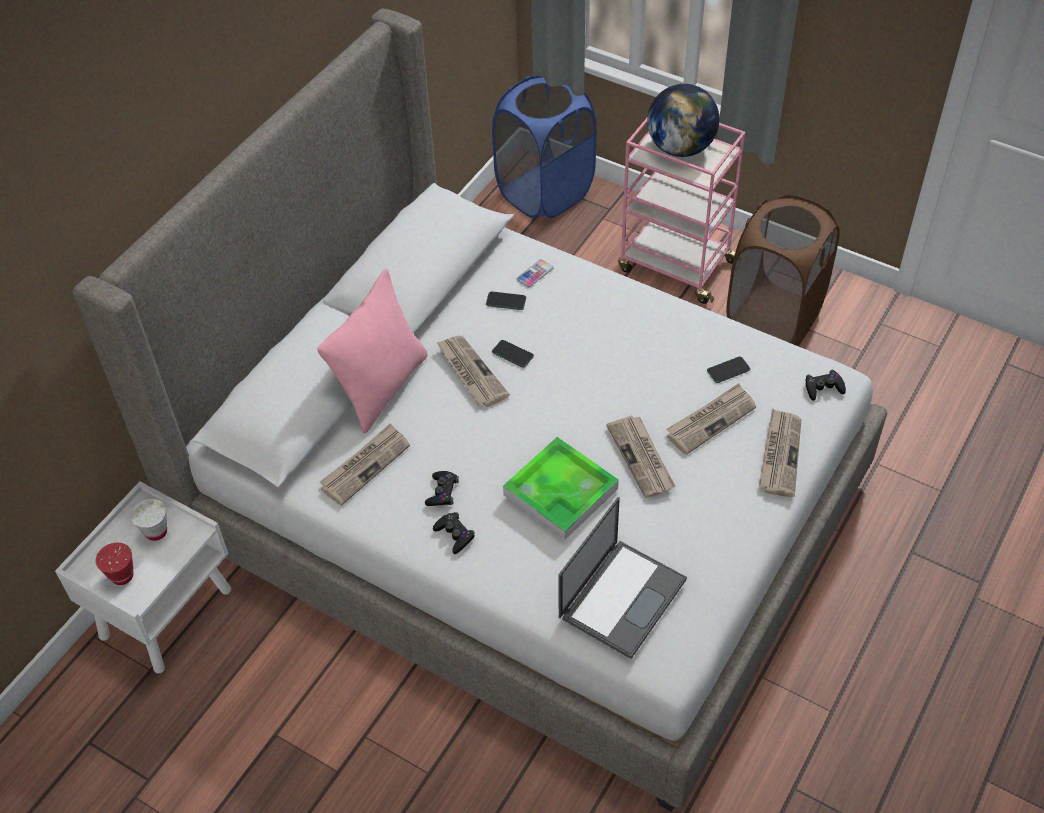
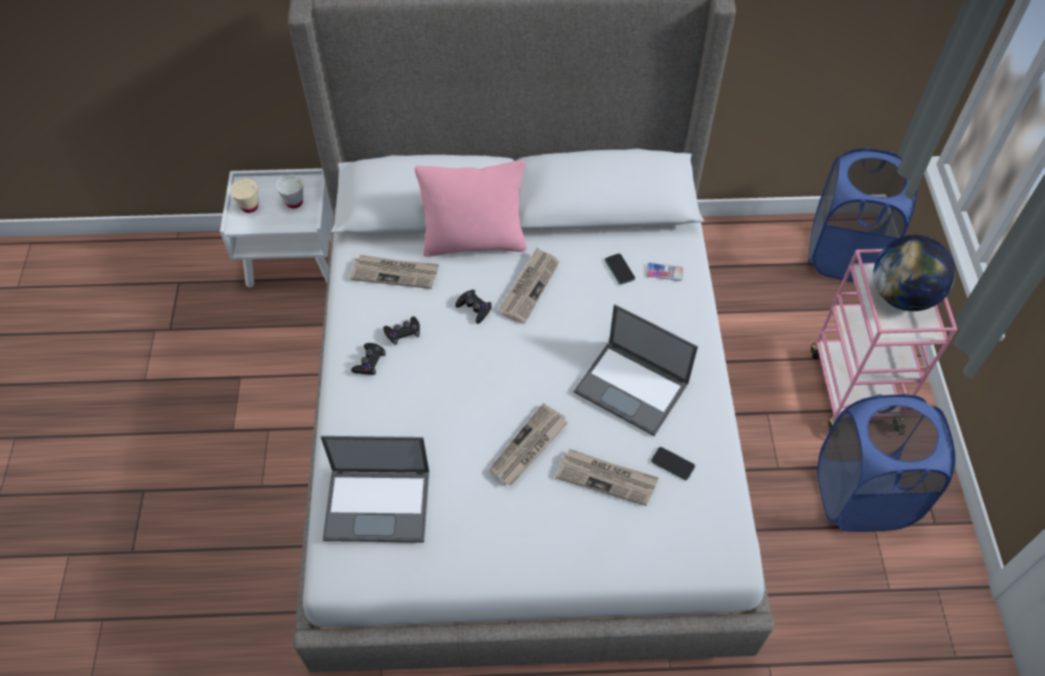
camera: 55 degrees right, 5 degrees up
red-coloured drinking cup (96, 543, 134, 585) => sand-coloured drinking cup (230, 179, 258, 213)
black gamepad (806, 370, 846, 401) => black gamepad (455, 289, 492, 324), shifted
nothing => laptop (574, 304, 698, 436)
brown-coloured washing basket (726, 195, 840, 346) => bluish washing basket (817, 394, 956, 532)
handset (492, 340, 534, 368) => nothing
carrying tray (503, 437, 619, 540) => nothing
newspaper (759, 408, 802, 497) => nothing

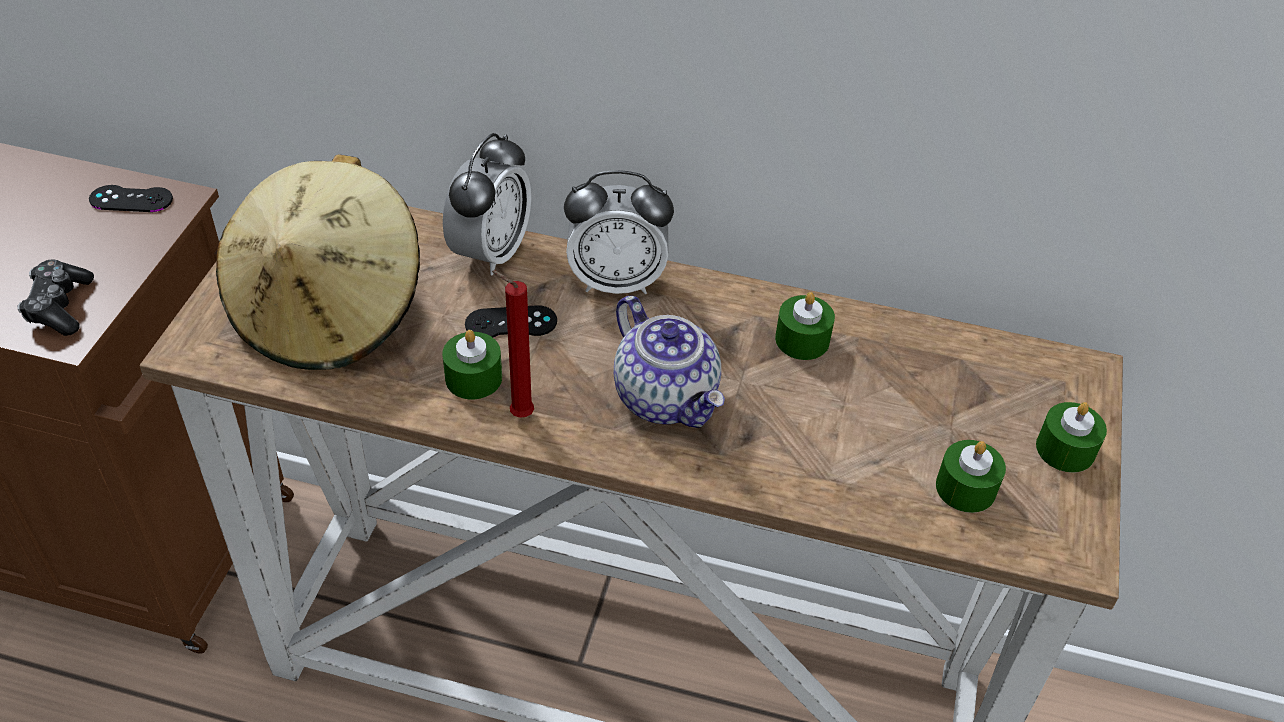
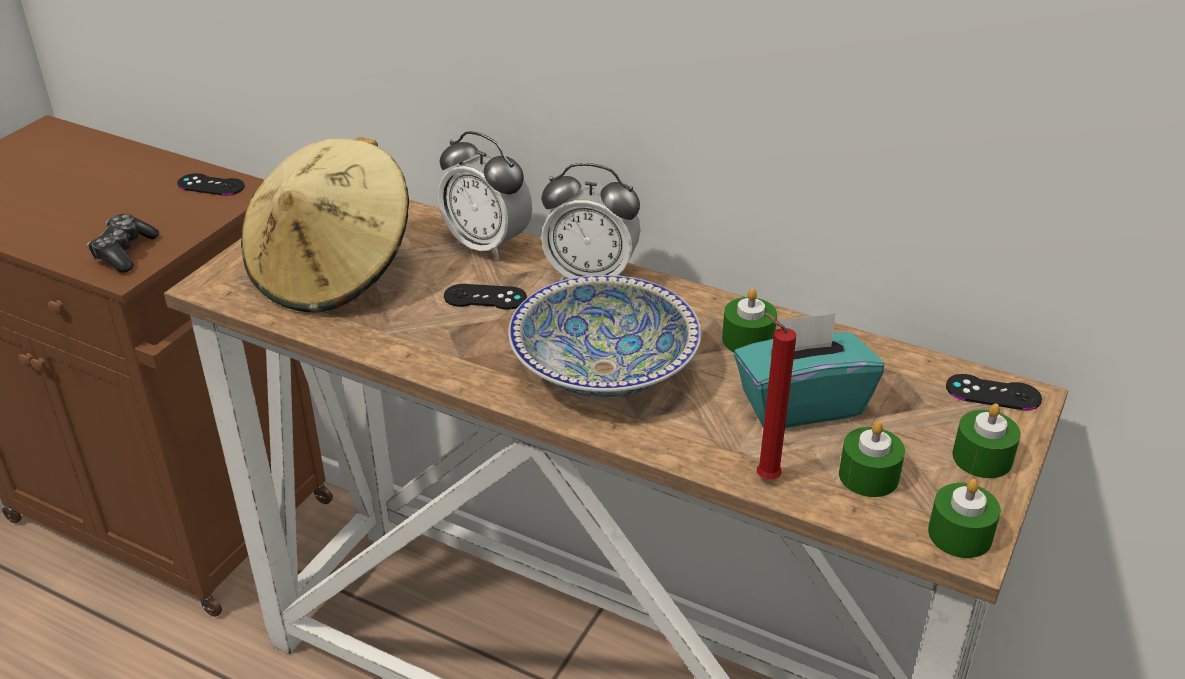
camera: 15 degrees right, 10 degrees down
table clock (443, 133, 531, 275) => table clock (438, 131, 532, 260), 90 degrees clockwise
tea pot (614, 296, 725, 428) => deep dish (508, 275, 701, 398)
nothing => turquoise tissue holder (734, 313, 884, 428)
red-coloured wax candle (492, 271, 534, 418) => red-coloured wax candle (757, 312, 796, 479), shifted
green wax candle (442, 330, 502, 399) => green wax candle (928, 479, 1001, 558), shifted
nothing => black gamepad (946, 374, 1042, 410)

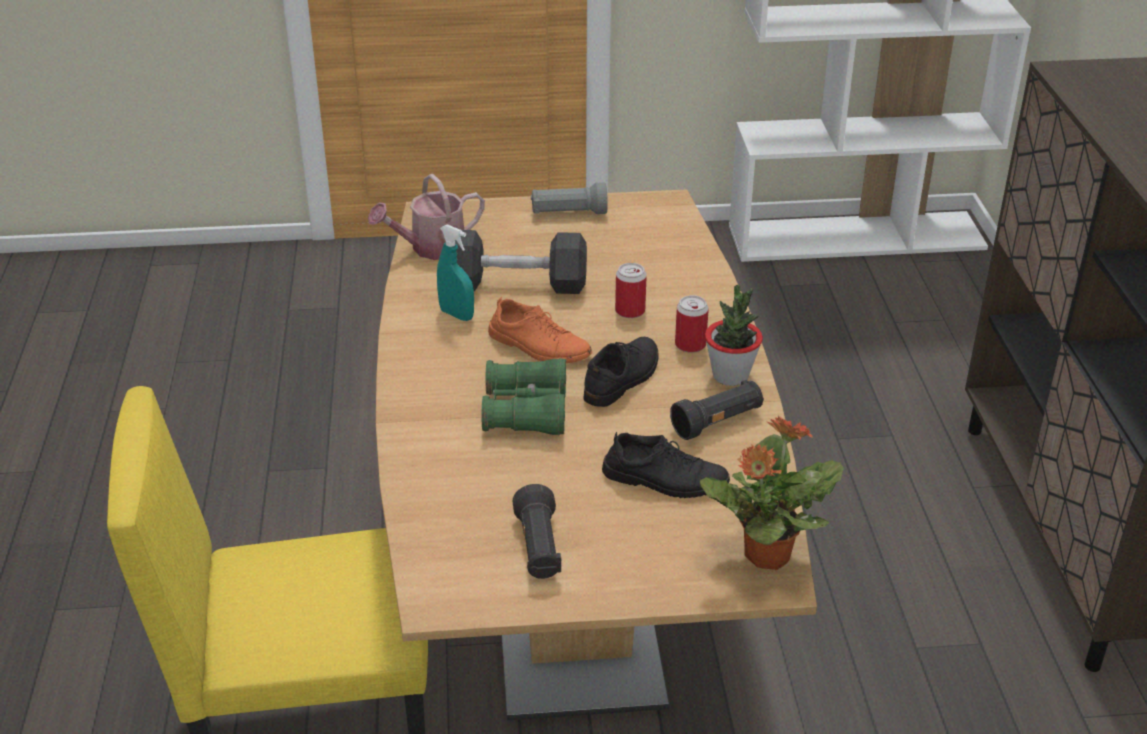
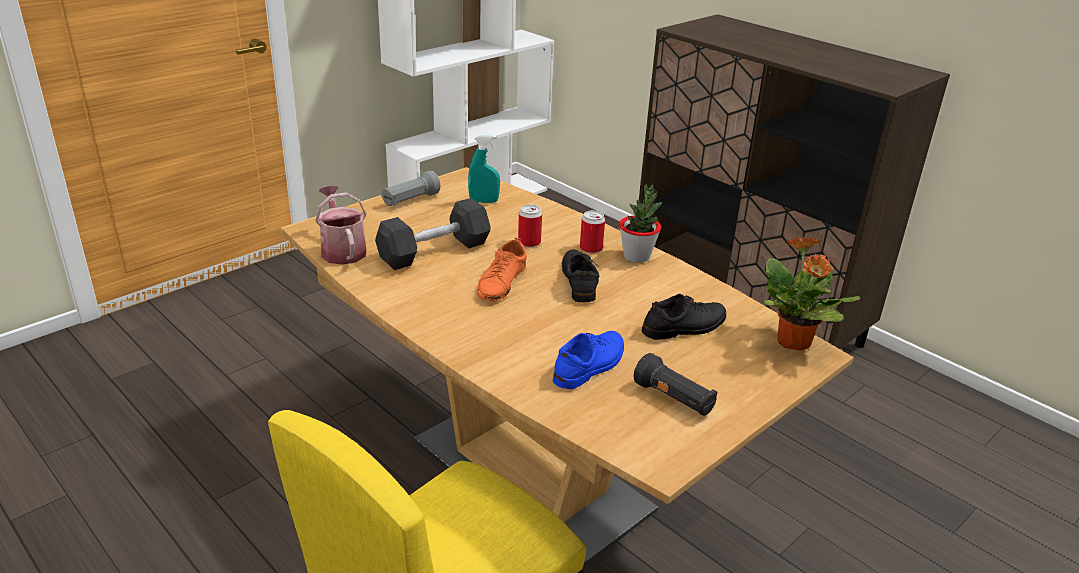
camera: 40 degrees left, 5 degrees down
watering pot (368, 174, 485, 260) => watering pot (315, 185, 367, 265), 135 degrees clockwise
turquoise sprayer (437, 224, 474, 321) => turquoise sprayer (468, 134, 500, 203), shifted
orangey item of footwear (488, 297, 592, 363) => orangey item of footwear (477, 237, 527, 301), 120 degrees clockwise
nothing => bluish item of footwear (553, 331, 624, 389)
green field glasses (482, 358, 566, 435) => nothing
black hand torch (670, 380, 764, 440) => nothing

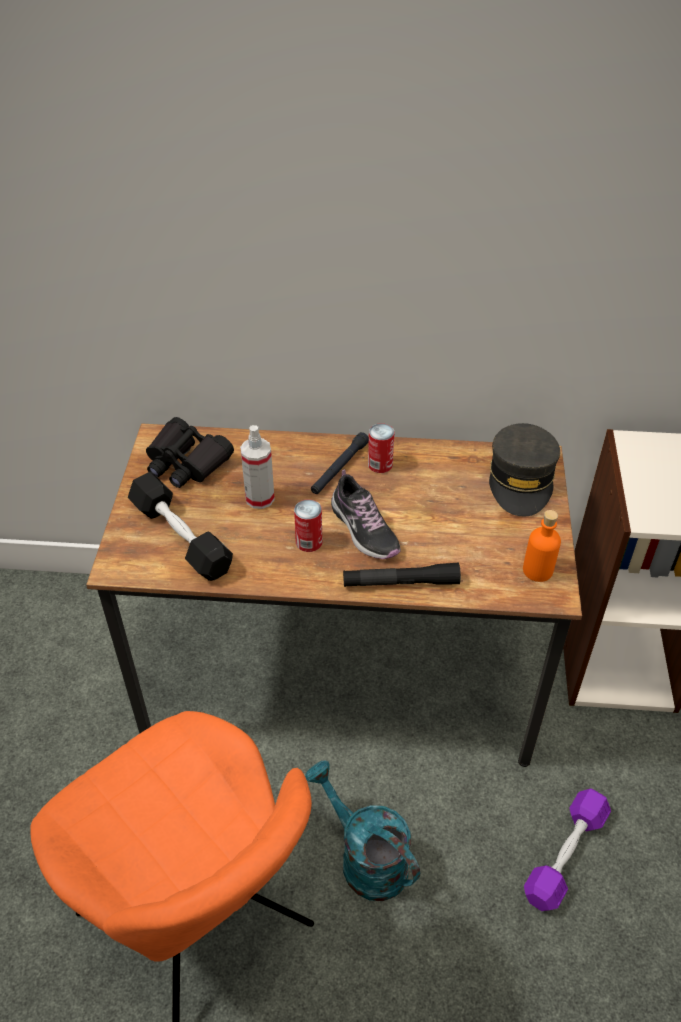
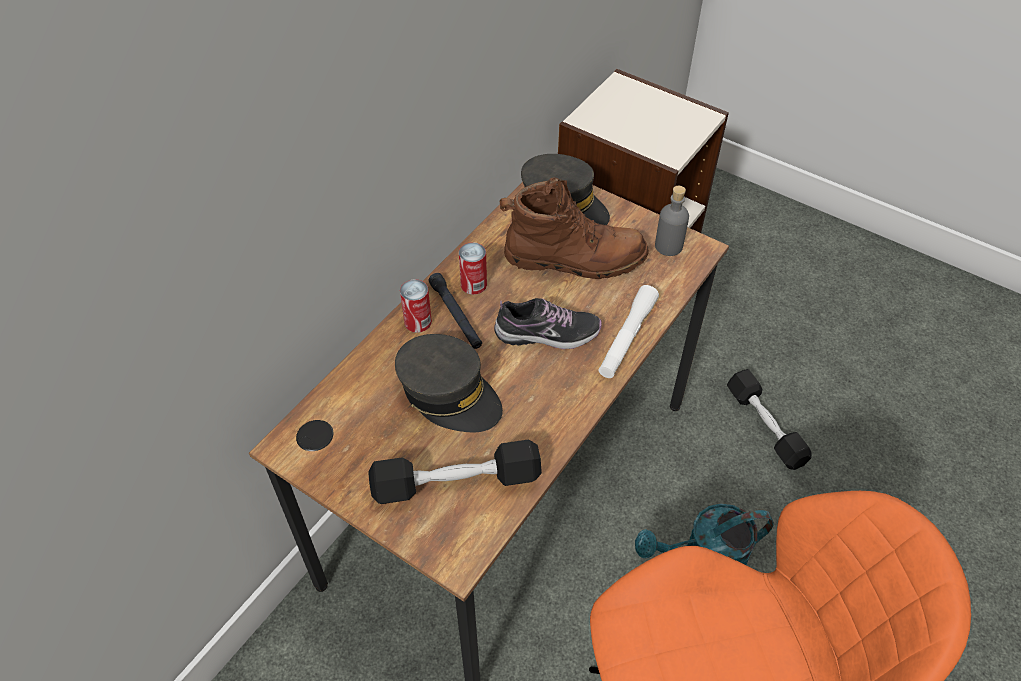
camera: 60 degrees left, 5 degrees up
sprayer (240, 425, 275, 509) => gray baseball cap (395, 334, 503, 433)
sealed can (294, 499, 322, 552) => sealed can (400, 279, 432, 333), shifted
nothing => brown-coloured tall boot (500, 177, 649, 279)
black hand torch (343, 563, 461, 587) => white-coloured hand torch (598, 285, 659, 378)
orangey bottle (523, 510, 561, 582) => gray bottle (655, 186, 689, 256)
purple-coloured hand weight (524, 788, 611, 911) => black hand weight (727, 369, 812, 470)
black field glasses (146, 417, 234, 488) => nothing

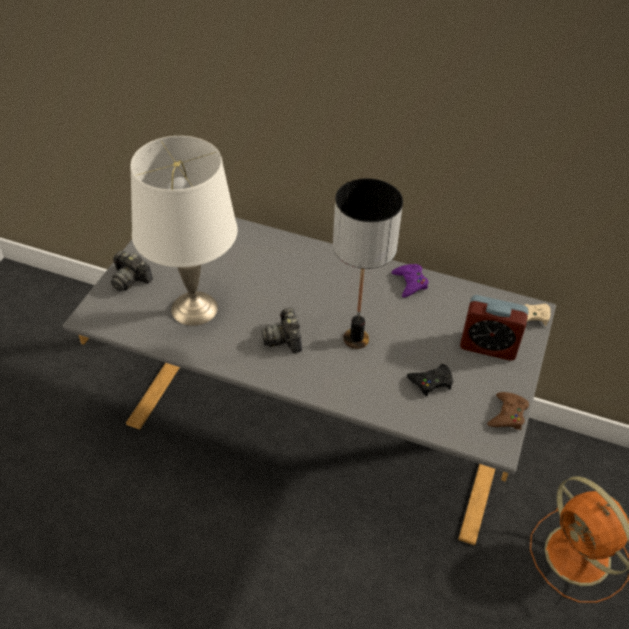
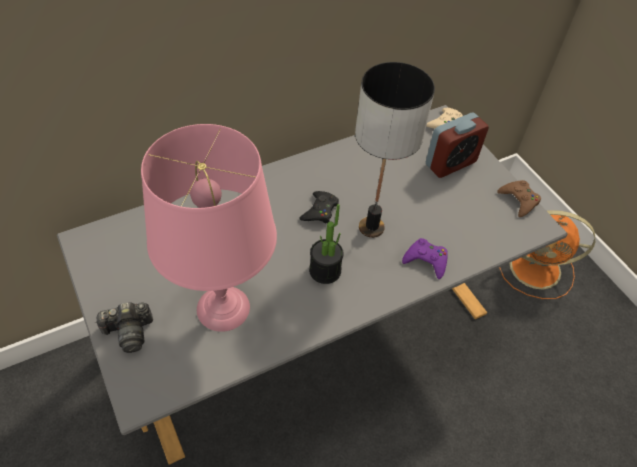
camera: 50 degrees left, 5 degrees up
white-coloured tabletop lamp (130, 136, 238, 326) => pinkish tabletop lamp (141, 124, 277, 332)
black gamepad (407, 364, 453, 397) => black gamepad (299, 191, 339, 224), shifted
still camera (261, 308, 302, 353) => potted plant (309, 204, 344, 284)
purple-coloured gamepad (391, 264, 428, 297) => purple-coloured gamepad (402, 238, 448, 279), shifted

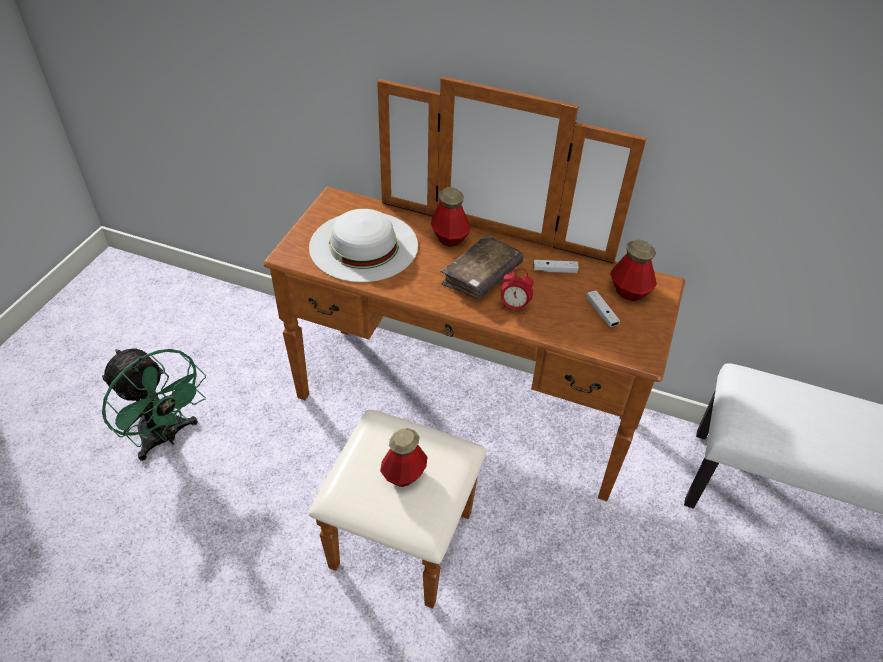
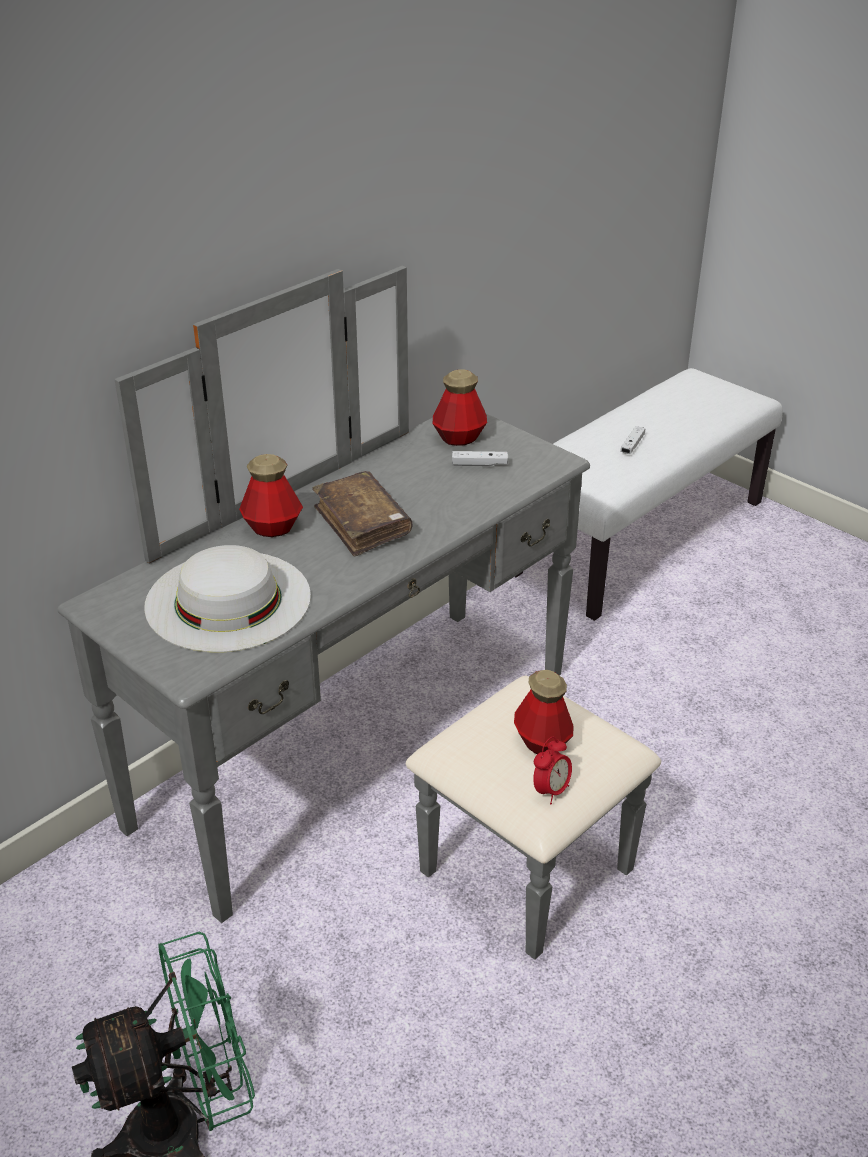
camera: 65 degrees left, 10 degrees down
brown-coloured dresser (264, 76, 685, 609) => gray dresser (57, 266, 661, 960)
table clock (501, 268, 534, 314) => table clock (533, 737, 572, 804), shifted
white-coloured gamepad (533, 260, 579, 273) => white-coloured gamepad (620, 426, 645, 454), shifted

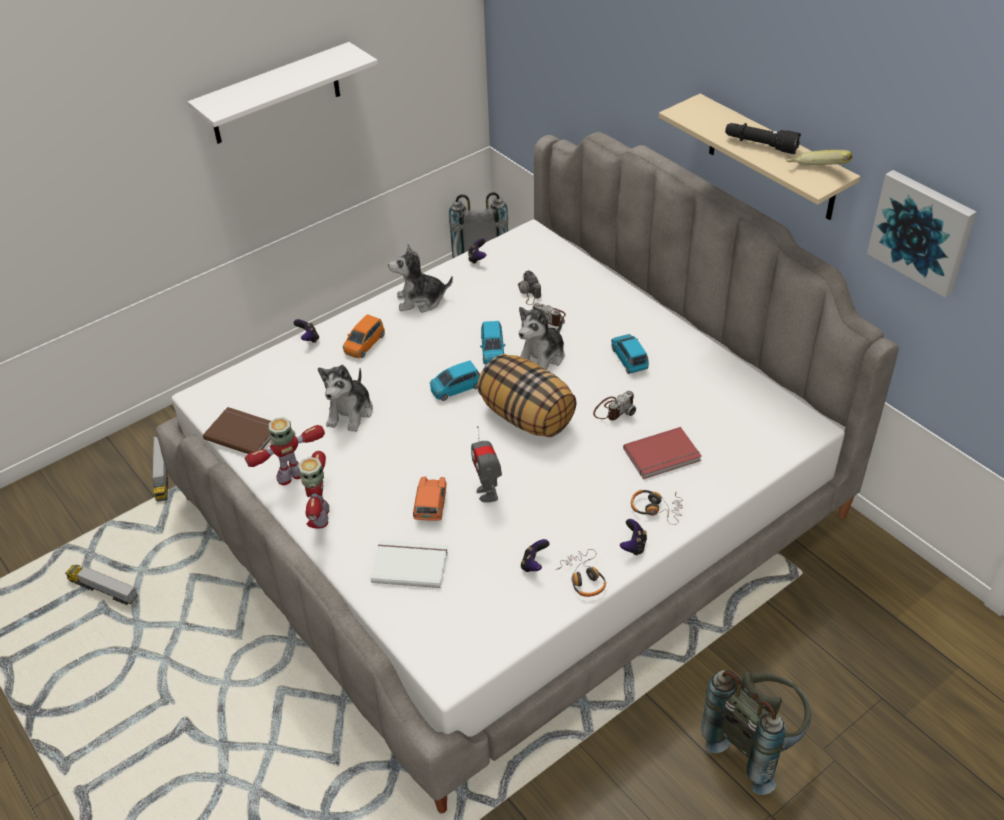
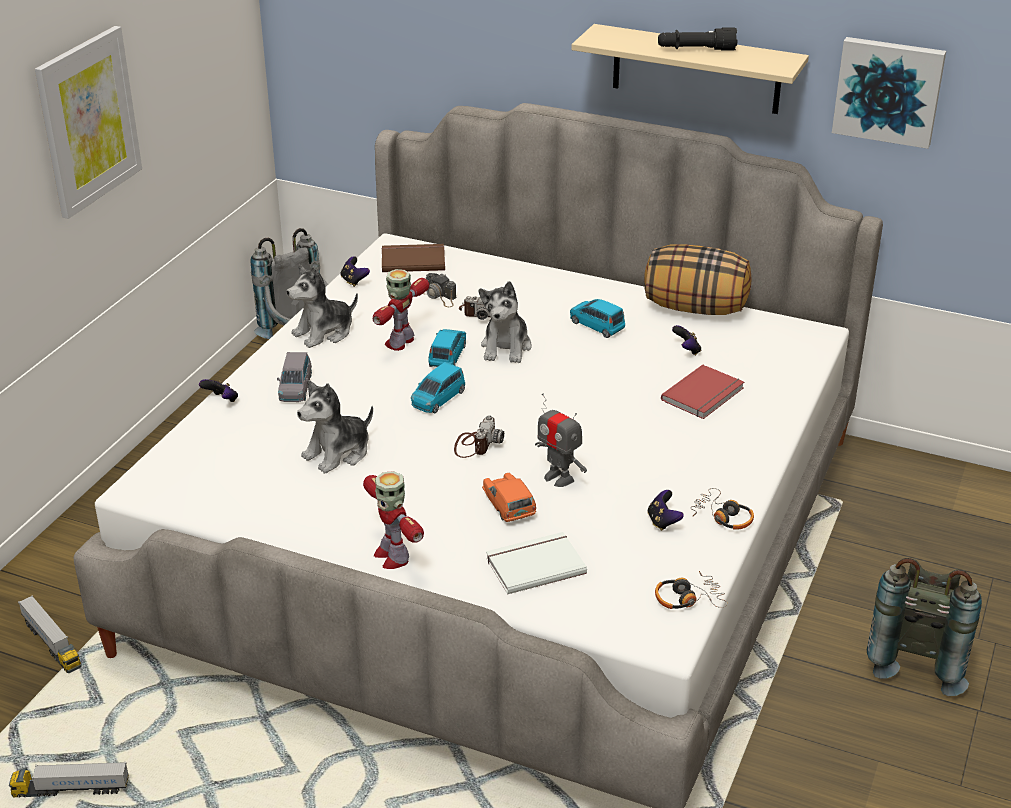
camera: 30 degrees left, 10 degrees down
white-coloured bracket shelf (188, 42, 378, 144) => picture (35, 26, 142, 219)
orangey toy car (343, 314, 385, 358) => gray toy car (277, 352, 312, 402)
cuddly toy (318, 365, 373, 432) => cuddly toy (297, 380, 373, 473), 60 degrees clockwise
robot figure (245, 417, 325, 485) => robot figure (373, 269, 429, 351), shifted
brown-coloured volume (203, 407, 271, 454) => brown-coloured volume (382, 244, 445, 272), shifted
bluish toy car (480, 321, 506, 365) => bluish toy car (428, 329, 466, 367), 135 degrees counterclockwise
still camera (593, 390, 636, 420) => still camera (454, 415, 504, 458), shifted
cushion (477, 354, 577, 437) => cushion (644, 245, 752, 315), shifted
headphones (631, 490, 683, 525) => headphones (655, 571, 727, 609), shifted
gamepad (620, 519, 647, 556) => gamepad (672, 325, 701, 355), shifted
banana fruit (786, 150, 852, 165) => nothing

